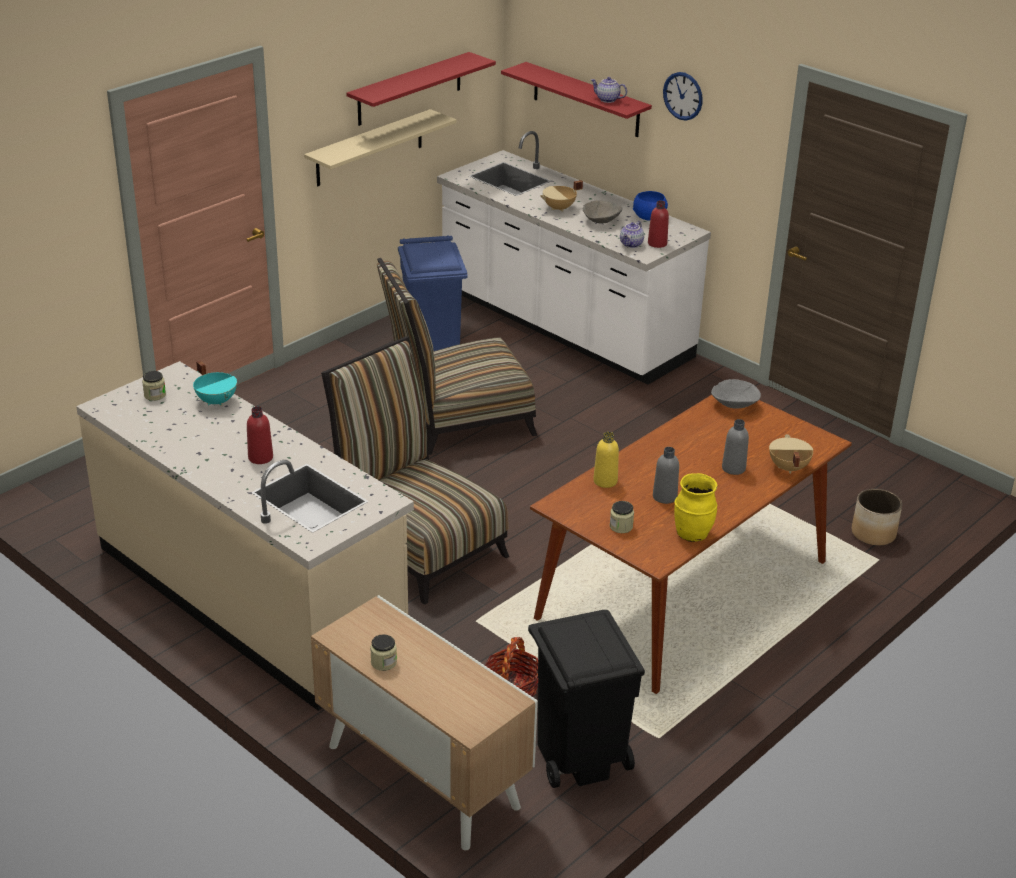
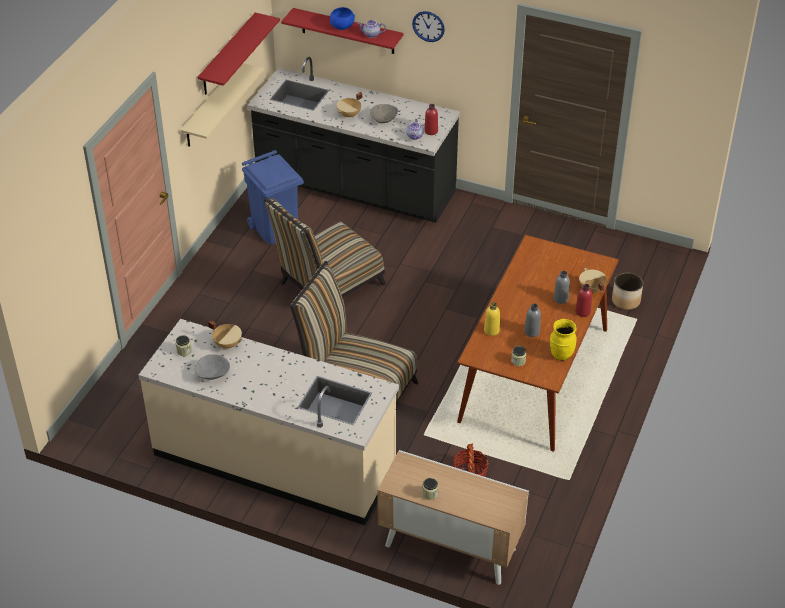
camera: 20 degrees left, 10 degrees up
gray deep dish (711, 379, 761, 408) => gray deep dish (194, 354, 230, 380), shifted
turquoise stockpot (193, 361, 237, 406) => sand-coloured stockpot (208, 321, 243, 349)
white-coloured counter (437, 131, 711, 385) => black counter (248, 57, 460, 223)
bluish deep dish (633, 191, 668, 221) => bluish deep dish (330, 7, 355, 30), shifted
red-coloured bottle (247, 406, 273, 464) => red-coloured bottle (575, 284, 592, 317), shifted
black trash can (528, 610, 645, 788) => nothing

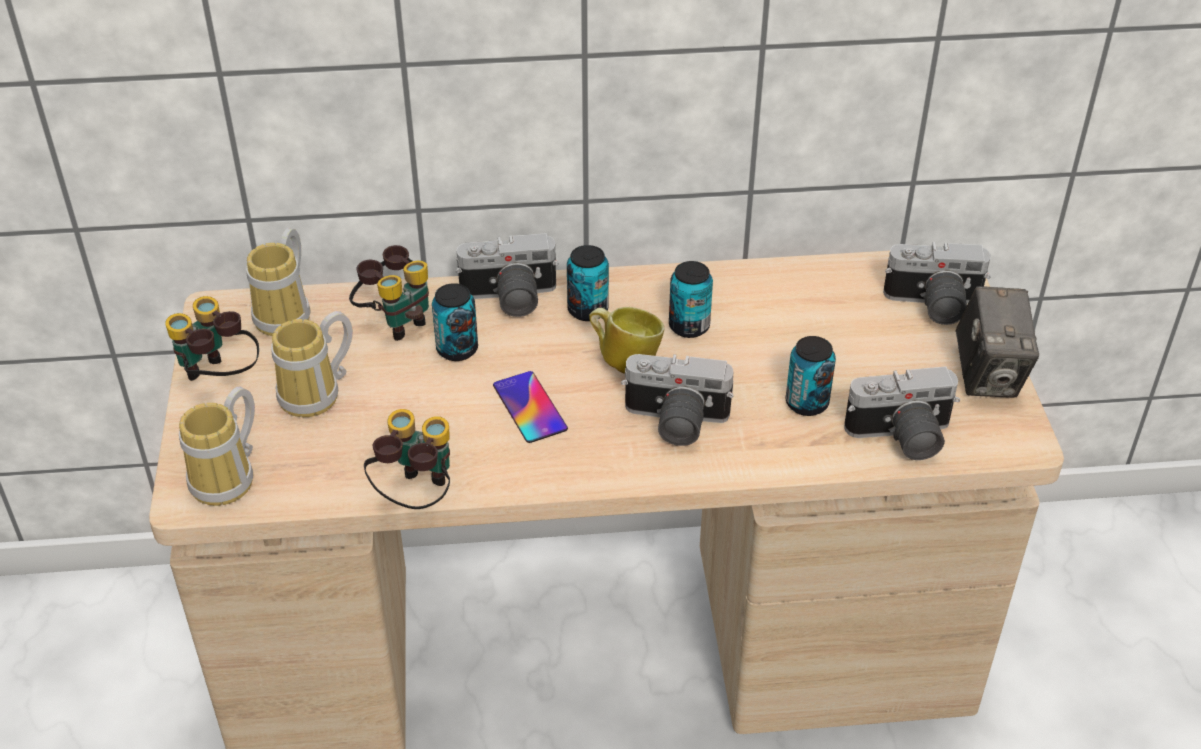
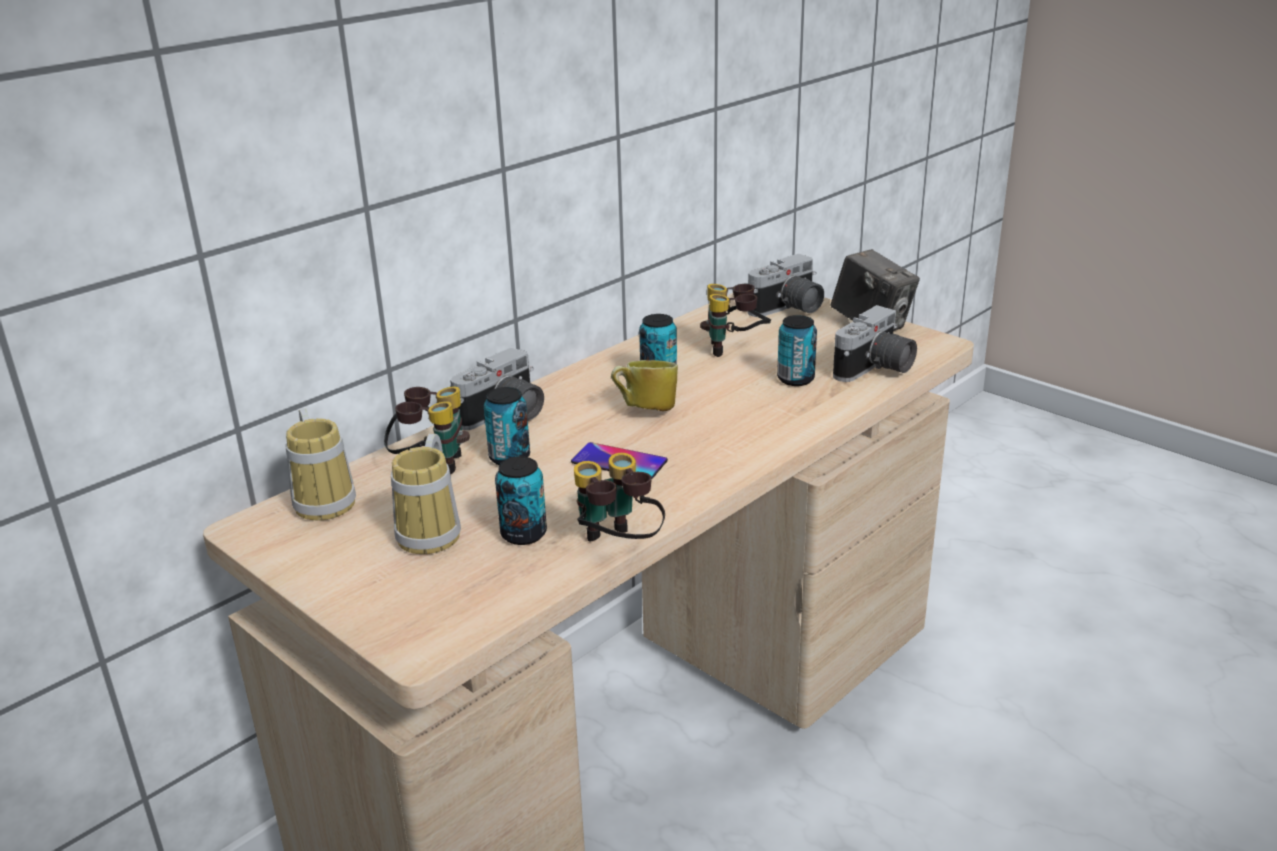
camera: 40 degrees left, 15 degrees down
sealed can (567, 245, 609, 321) => sealed can (495, 456, 547, 545), shifted
field glasses (165, 296, 259, 381) => field glasses (700, 284, 771, 357), shifted
mug (179, 386, 255, 506) => nothing
still camera (621, 354, 734, 446) => nothing

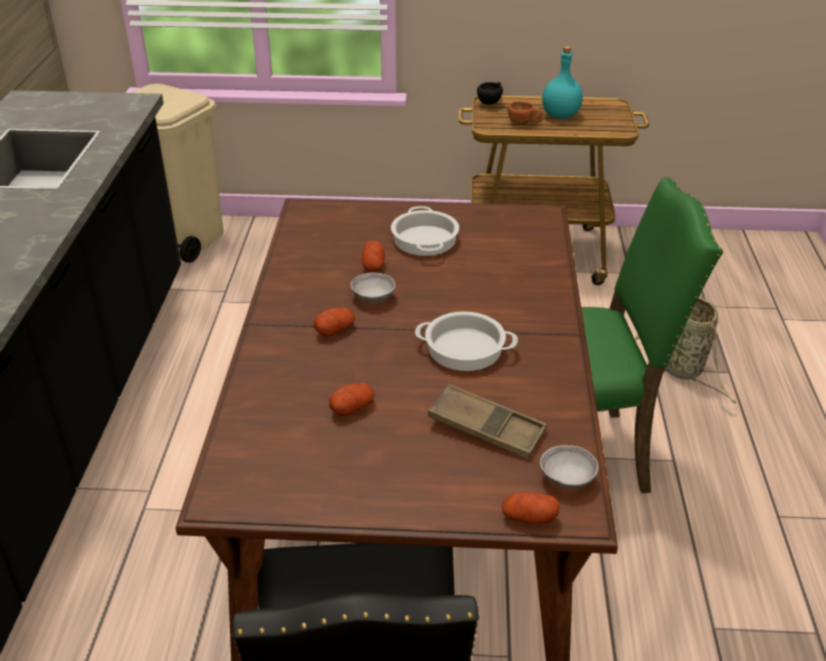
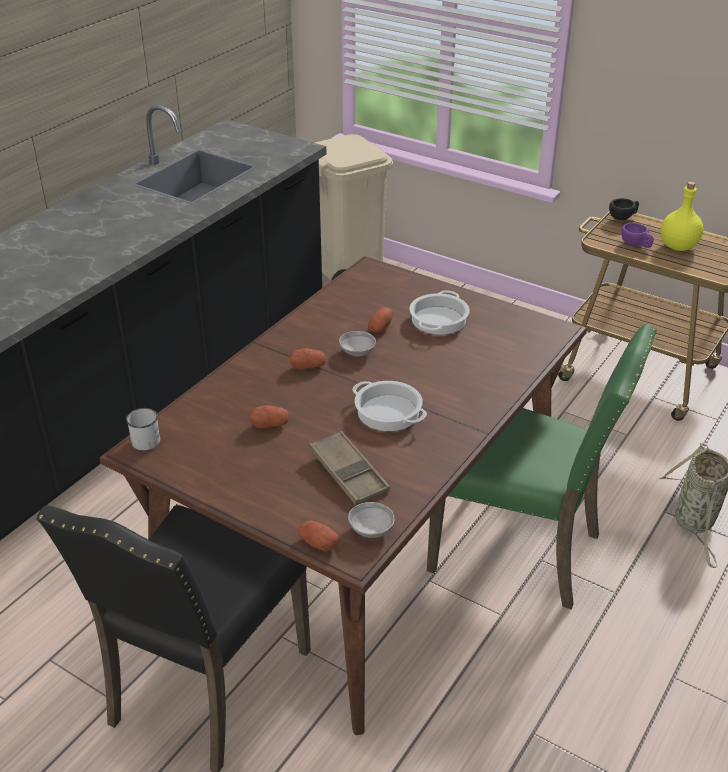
camera: 30 degrees right, 0 degrees up
nothing => white-coloured mug (126, 408, 160, 450)
brown-coloured drinking cup (508, 101, 543, 124) => purple-coloured drinking cup (621, 223, 654, 248)
turquoise bottle (542, 46, 583, 119) => yellowish bottle (661, 182, 703, 251)

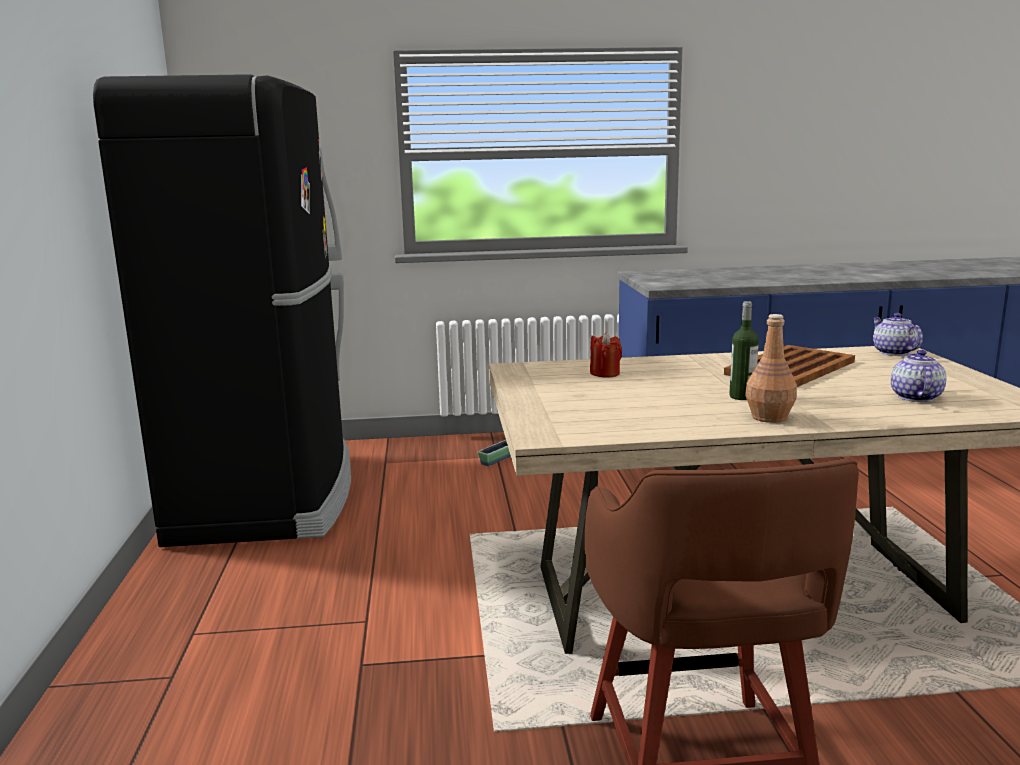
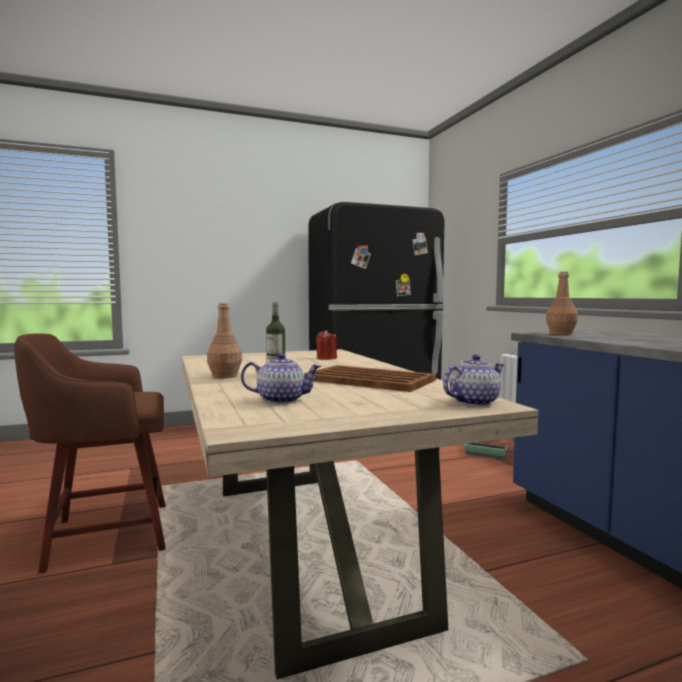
camera: 75 degrees right, 10 degrees down
nothing => brown-coloured bottle (546, 271, 578, 335)

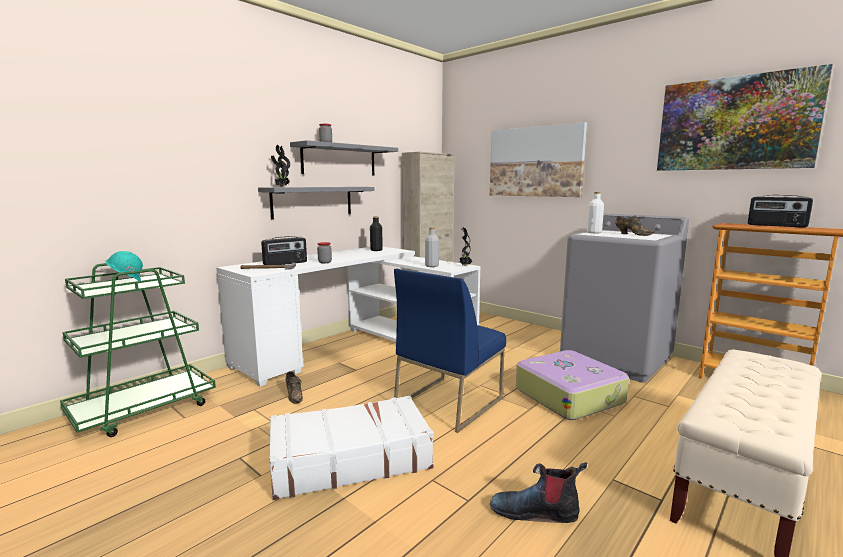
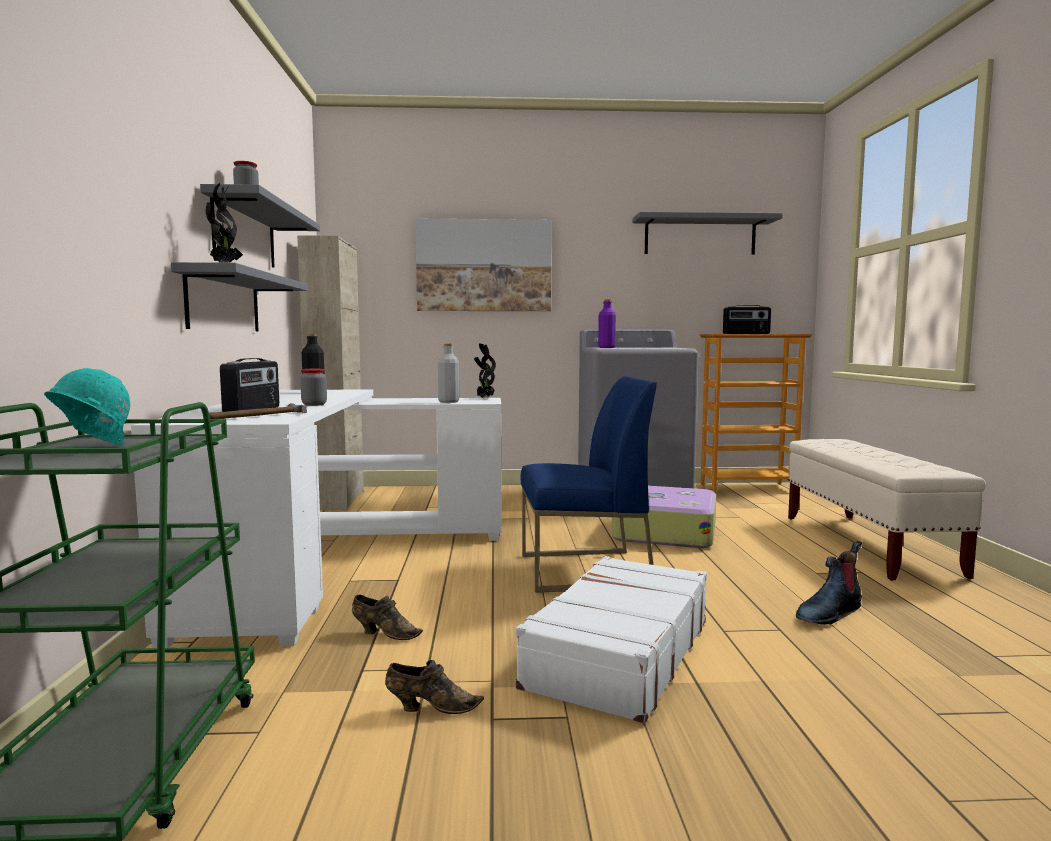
camera: 45 degrees left, 5 degrees down
brown-coloured item of footwear (615, 216, 655, 236) => brown-coloured item of footwear (385, 660, 484, 714), shifted
bluish plain chair (394, 269, 506, 433) => bluish plain chair (521, 376, 657, 593), 90 degrees counterclockwise
white-coloured bottle (587, 192, 604, 233) => purple-coloured bottle (598, 299, 616, 348)
picture (657, 64, 833, 171) => gray bracket shelf (632, 212, 783, 255)

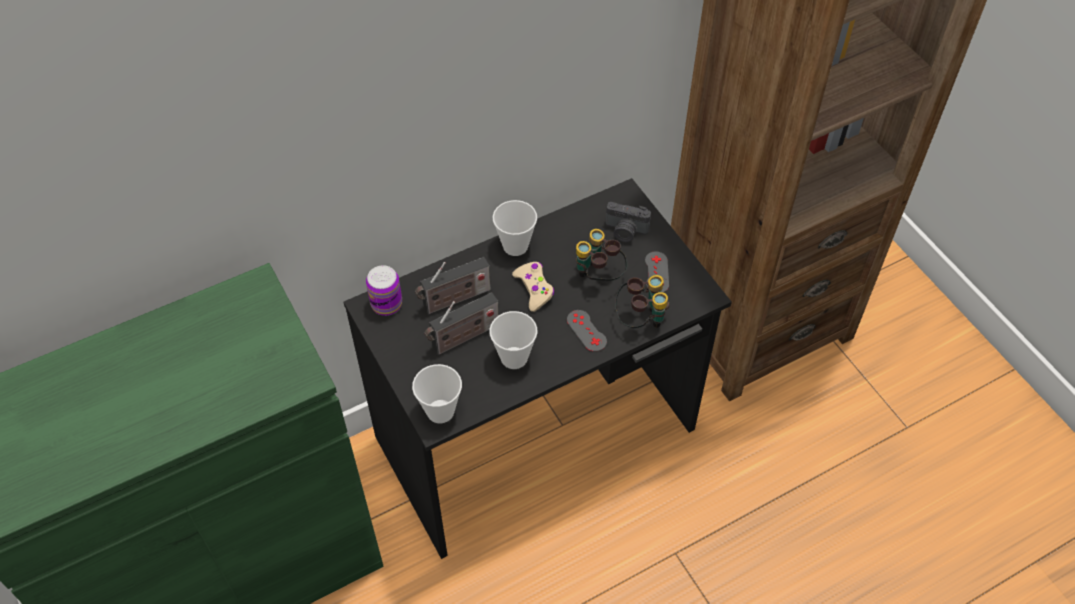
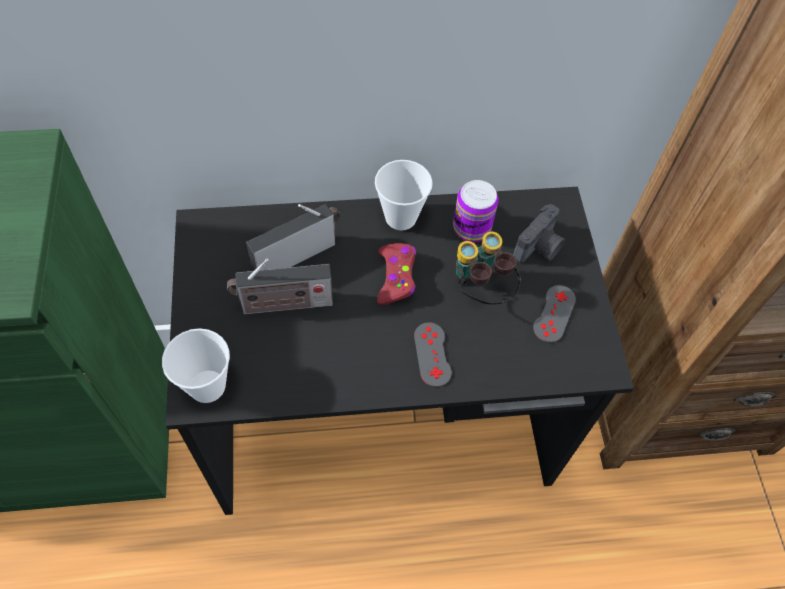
camera: 20 degrees right, 5 degrees up
radio (415, 257, 491, 314) => radio (246, 204, 340, 271), 150 degrees clockwise
sand-coloured gamepad (512, 262, 554, 312) => red-coloured gamepad (377, 243, 416, 305)
sealed can (366, 265, 402, 316) => sealed can (453, 180, 499, 242), shifted
still camera (606, 202, 651, 242) => still camera (513, 204, 565, 263), 90 degrees counterclockwise
drinking cup (489, 311, 538, 369) => nothing
field glasses (615, 275, 670, 328) => nothing

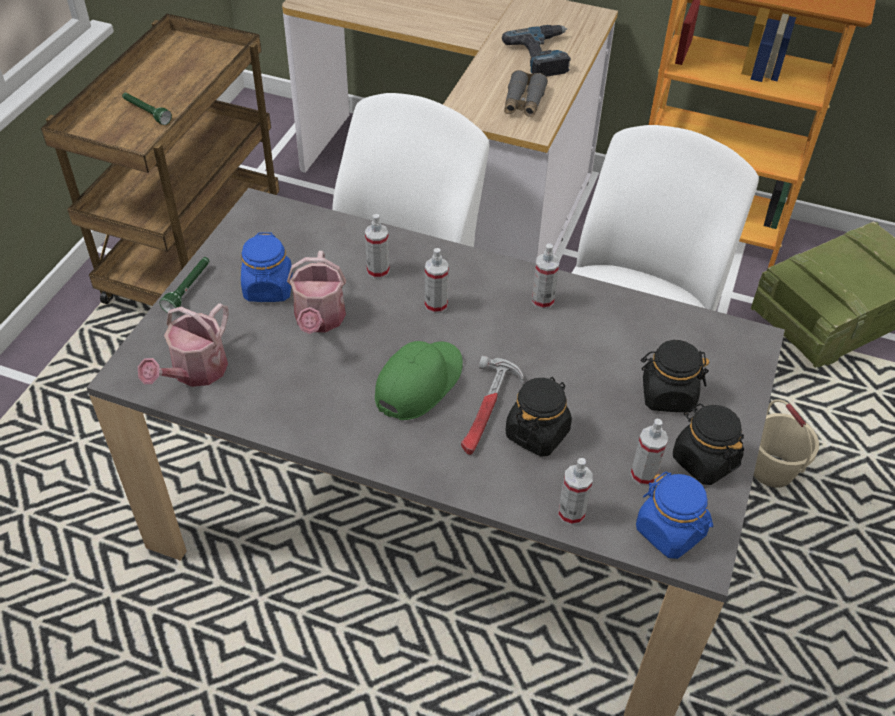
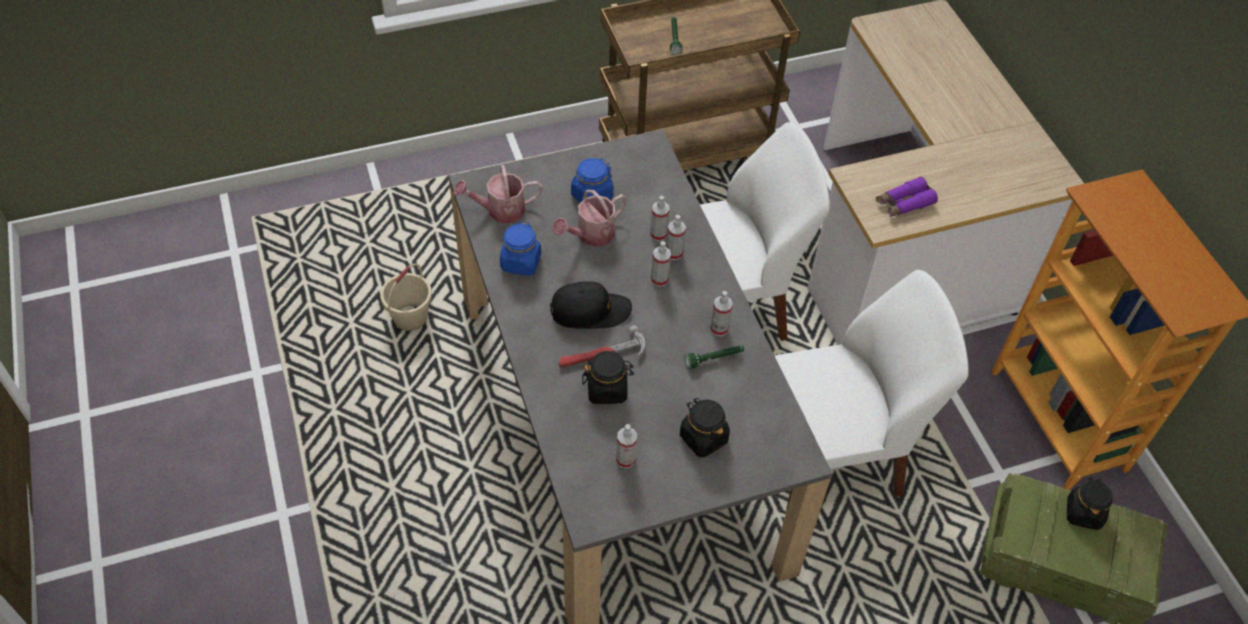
camera: 50 degrees right, 5 degrees up
sand-coloured pail (754, 399, 819, 488) => sand-coloured pail (380, 264, 432, 331), shifted
bluish storage jar (636, 471, 713, 559) => bluish storage jar (500, 221, 541, 276), shifted
green baseball cap (375, 341, 463, 420) => black baseball cap (550, 281, 632, 329)
sprayer (558, 458, 593, 525) => sprayer (666, 215, 686, 260), shifted
green hand torch (159, 257, 209, 314) => green hand torch (684, 345, 744, 369), shifted
gray field glasses (504, 70, 548, 118) => purple-coloured field glasses (876, 177, 938, 217)
black storage jar (673, 404, 744, 485) => black storage jar (1067, 477, 1113, 530), shifted
electric drill (502, 25, 571, 77) => nothing

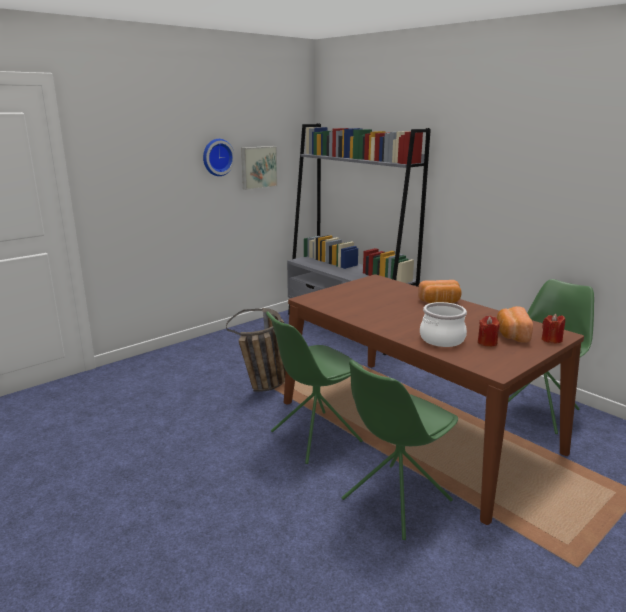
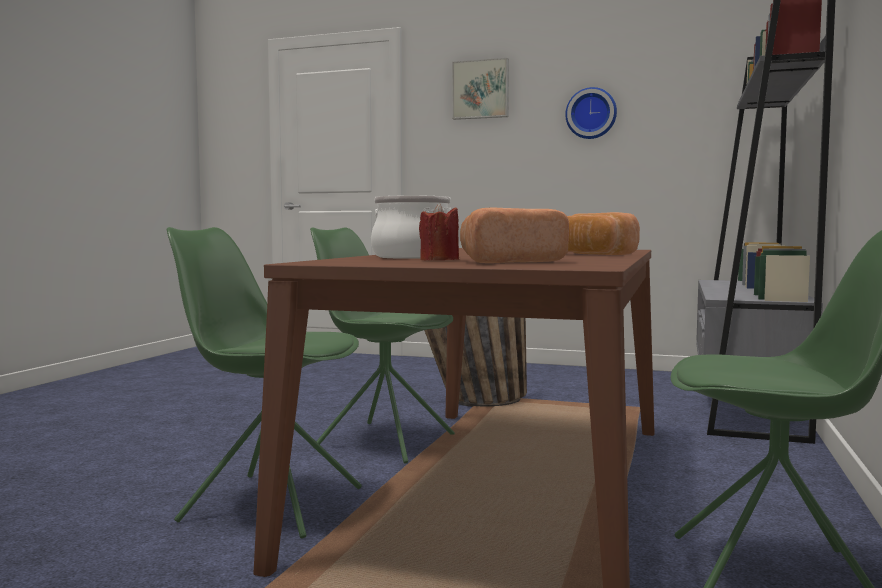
camera: 60 degrees right, 15 degrees down
picture (241, 146, 278, 190) => picture (452, 58, 509, 120), shifted
red-coloured wax candle (542, 314, 565, 343) => nothing

